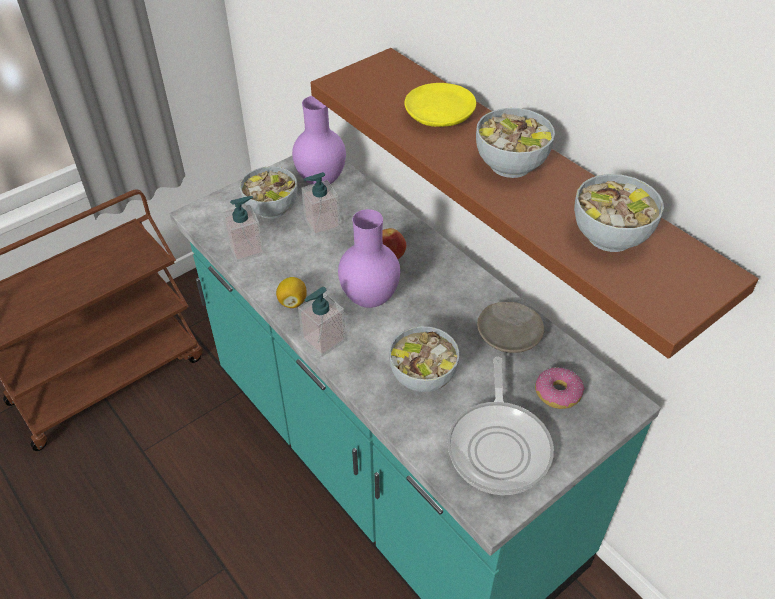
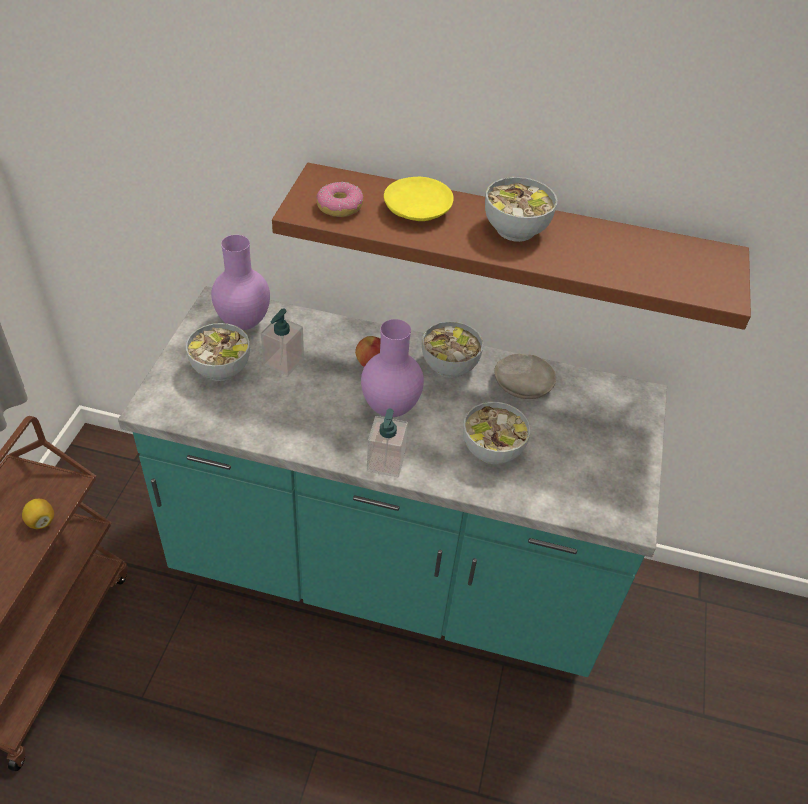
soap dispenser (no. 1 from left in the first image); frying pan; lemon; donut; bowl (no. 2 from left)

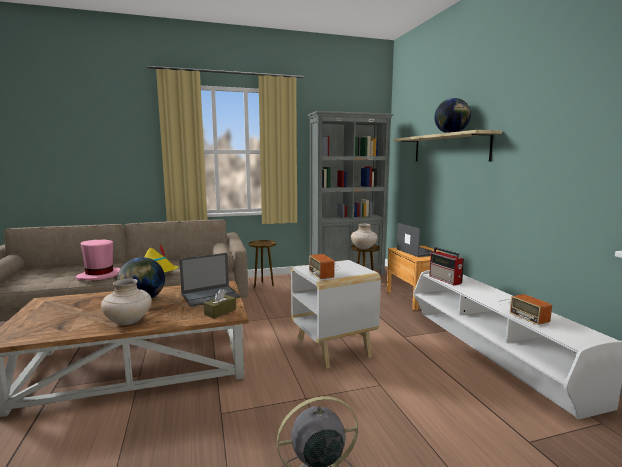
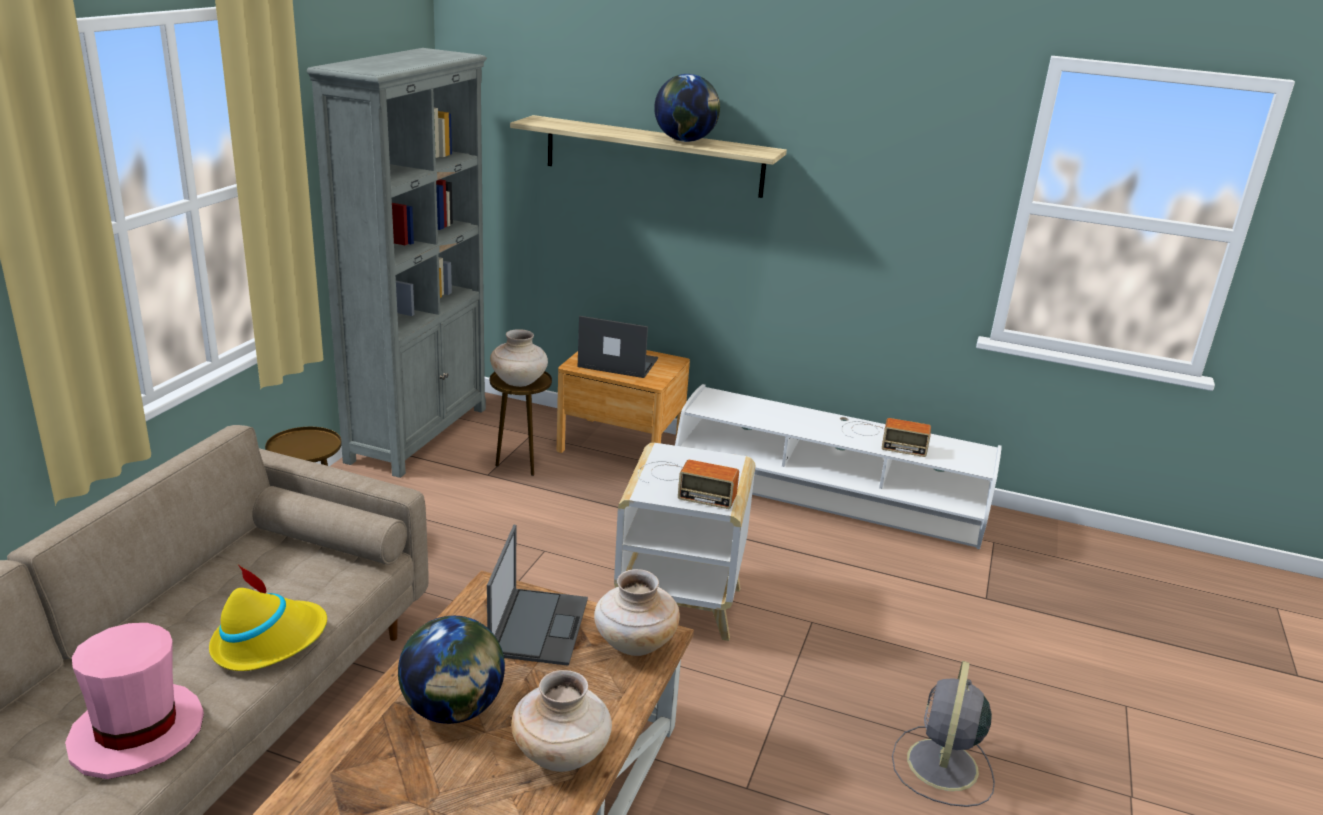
radio (no. 2 from left in the first image); beige vase (no. 3 from left)

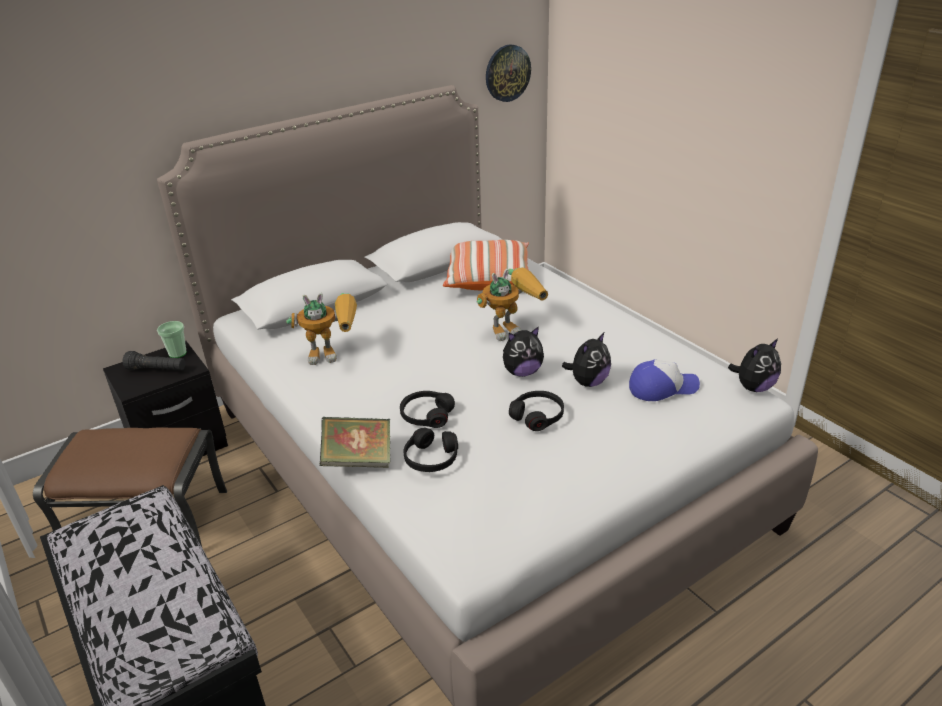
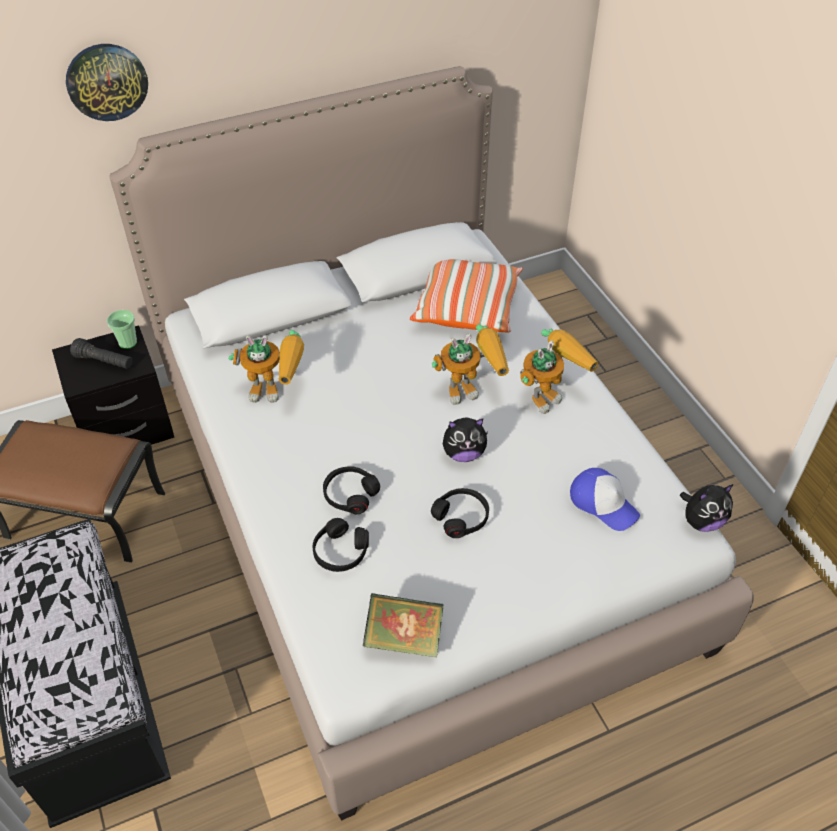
plush toy (no. 2 from left in the first image); toy robot (no. 3 from left); book; wall clock; cap

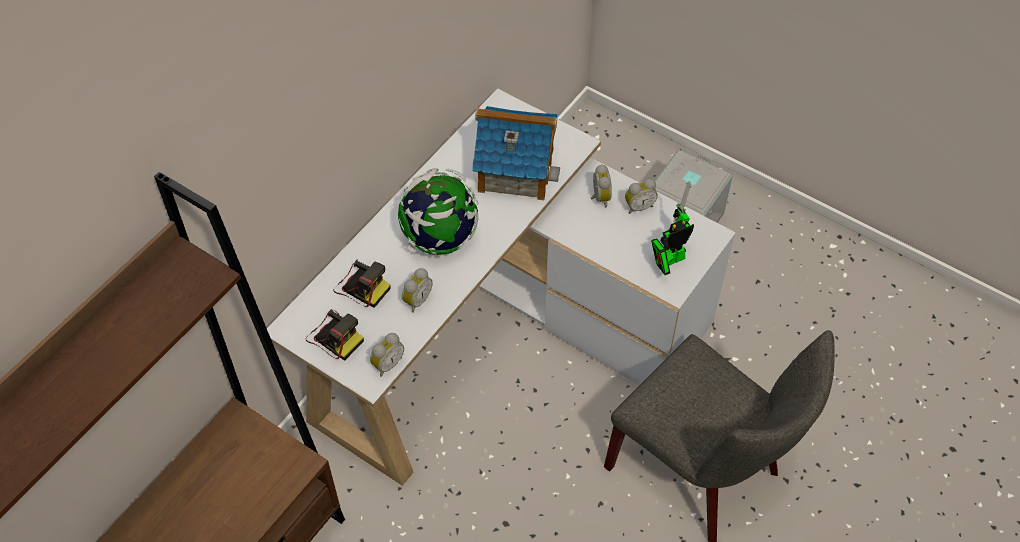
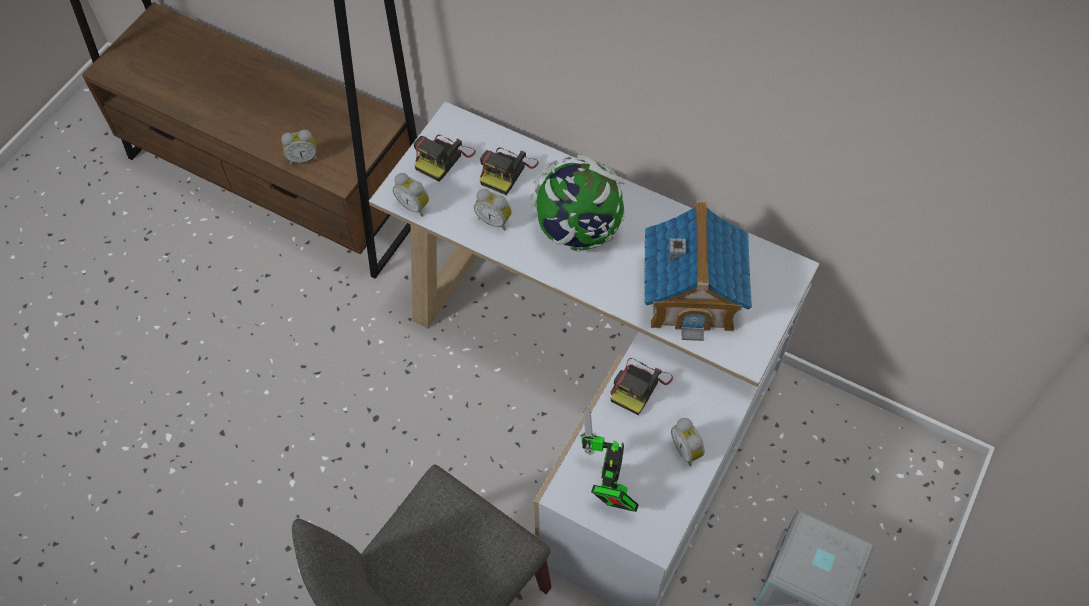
photo camera (no. 3 from left); alarm clock (no. 1 from left); toy robot

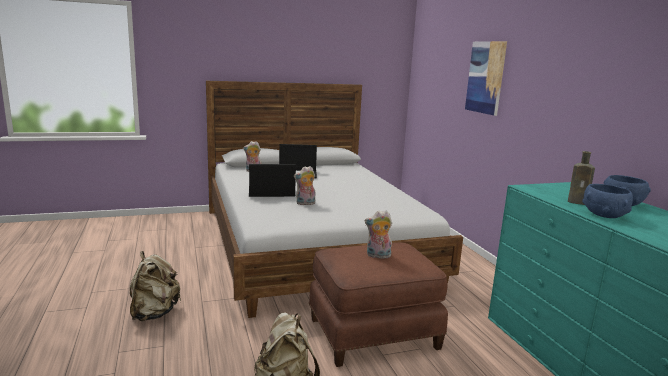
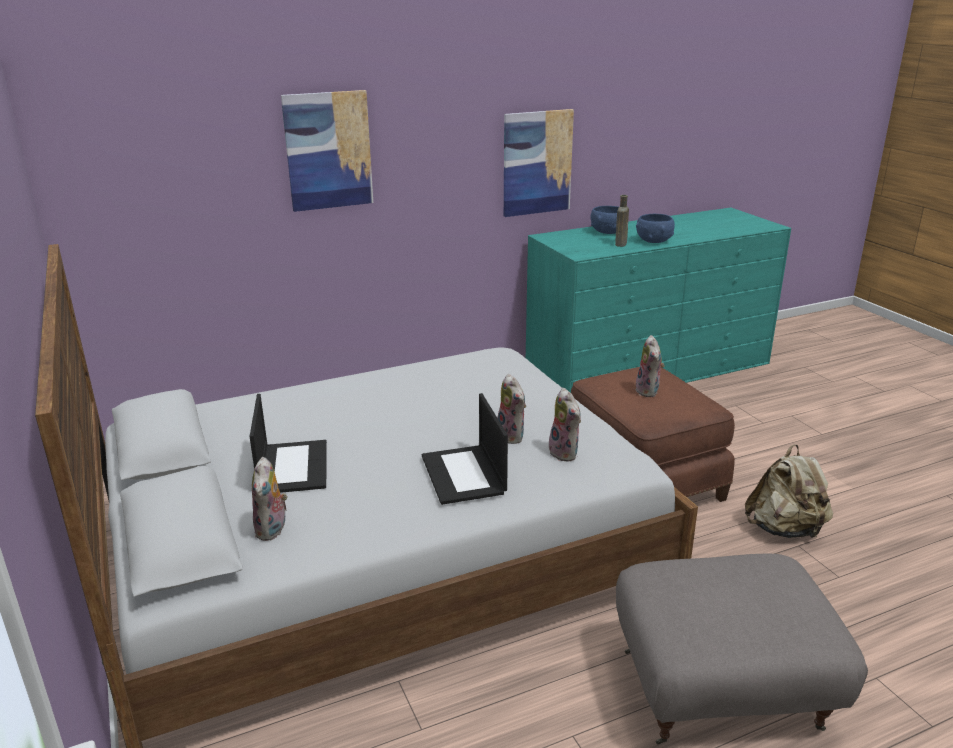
picture (no. 2 from left); plush toy (no. 3 from left); grey ottoman

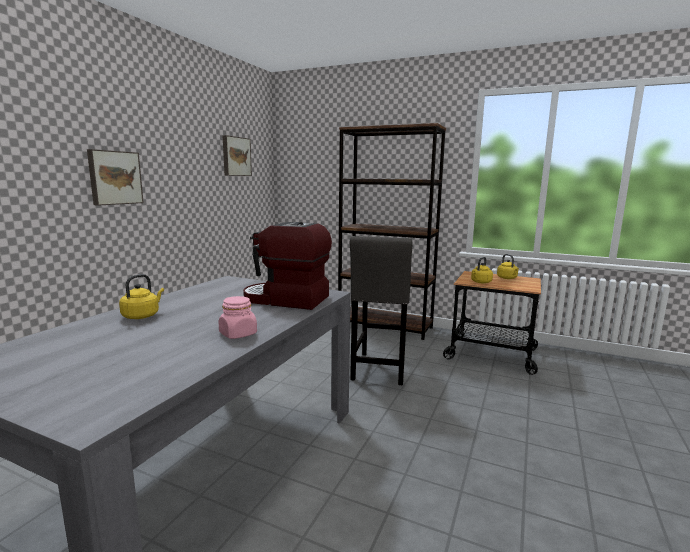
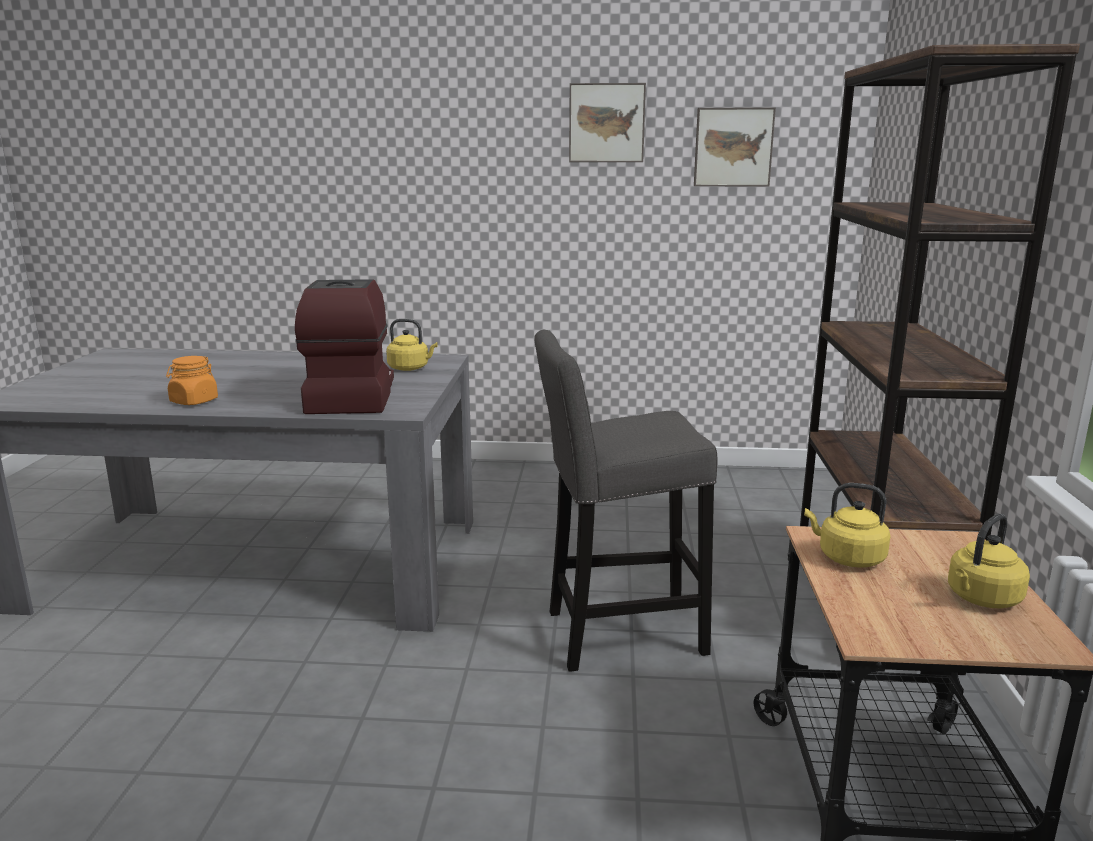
picture (no. 1 from left); yellow kettle (no. 1 from left); orange jar

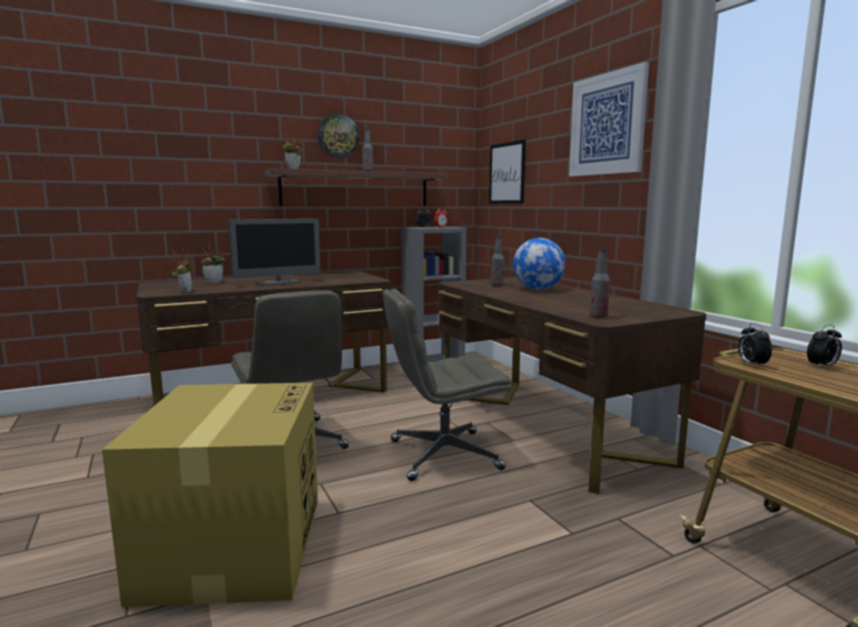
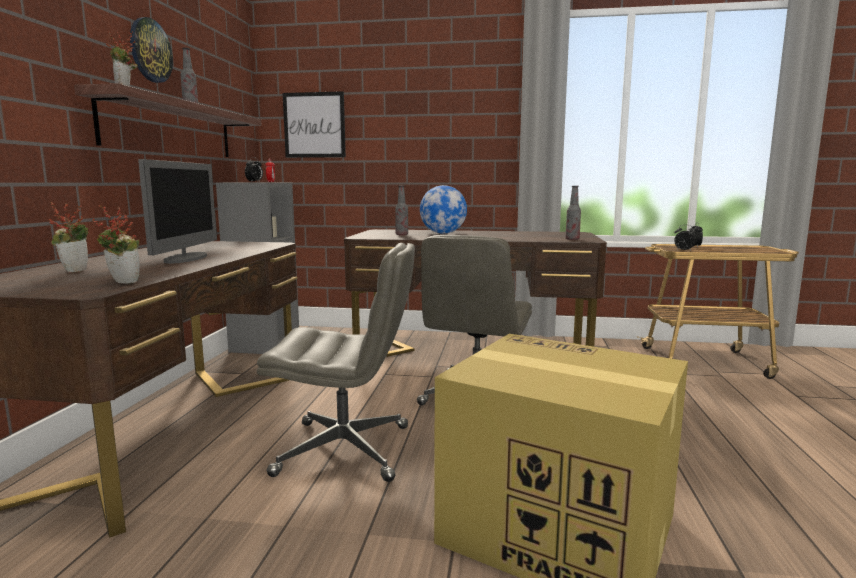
picture (no. 2 from left in the first image)

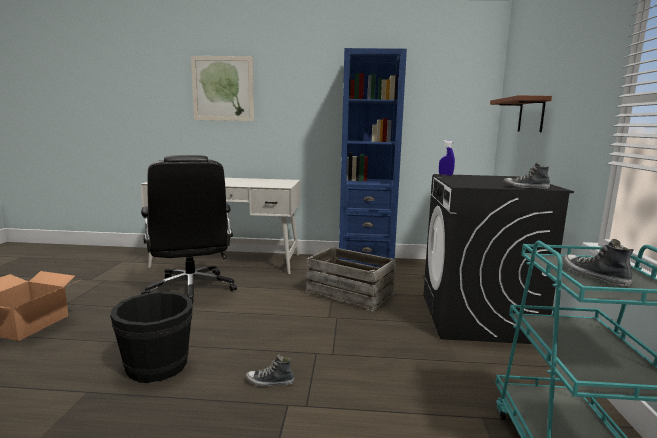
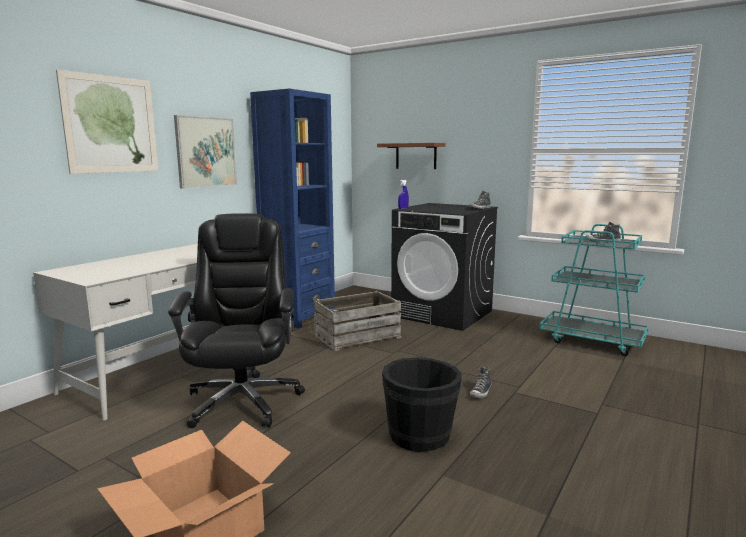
picture (no. 2 from left); black office chair

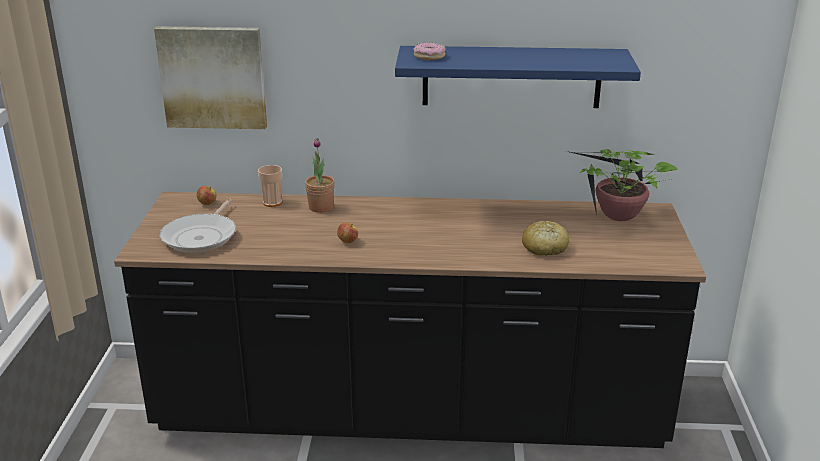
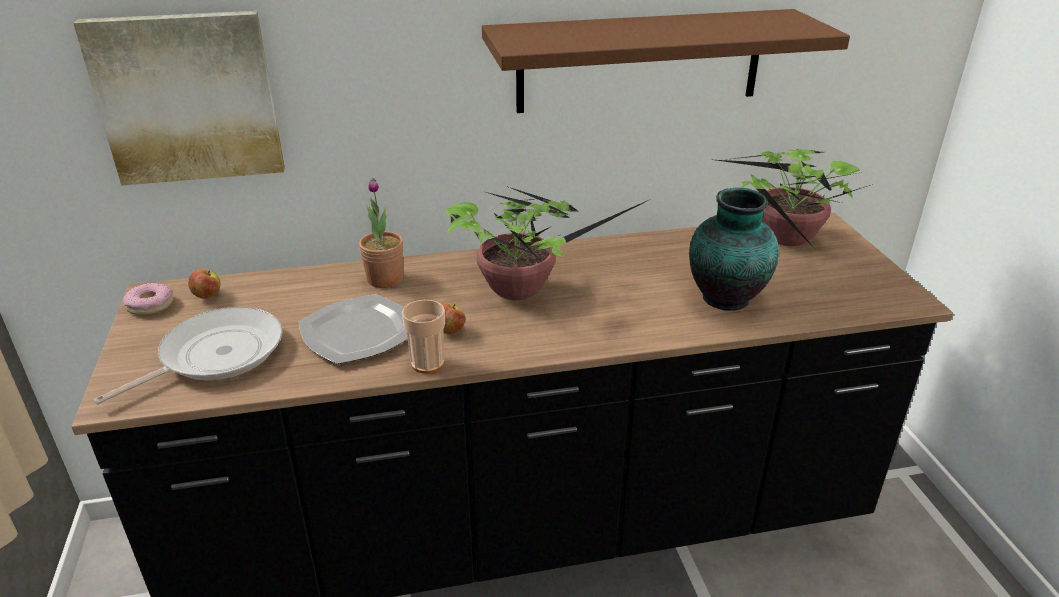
plate; potted plant (no. 2 from left); cup; donut; vase; brown shelf; frying pan

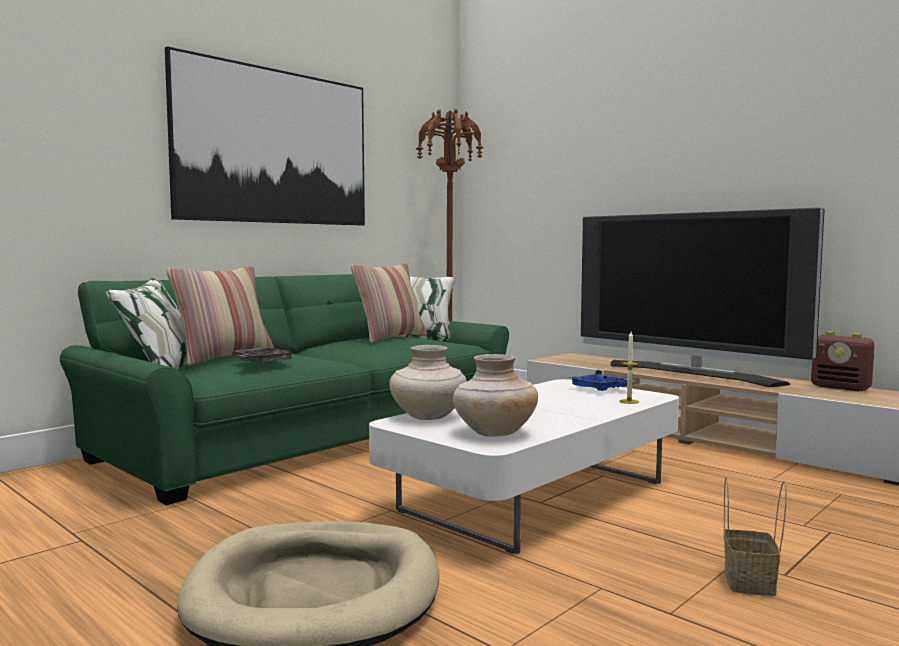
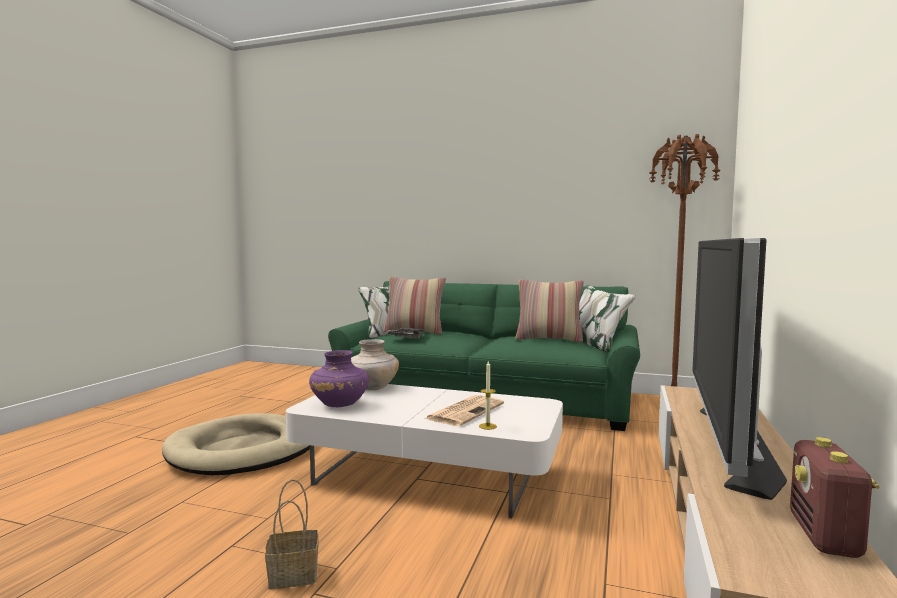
picture; blue tray; newspaper; purple vase

